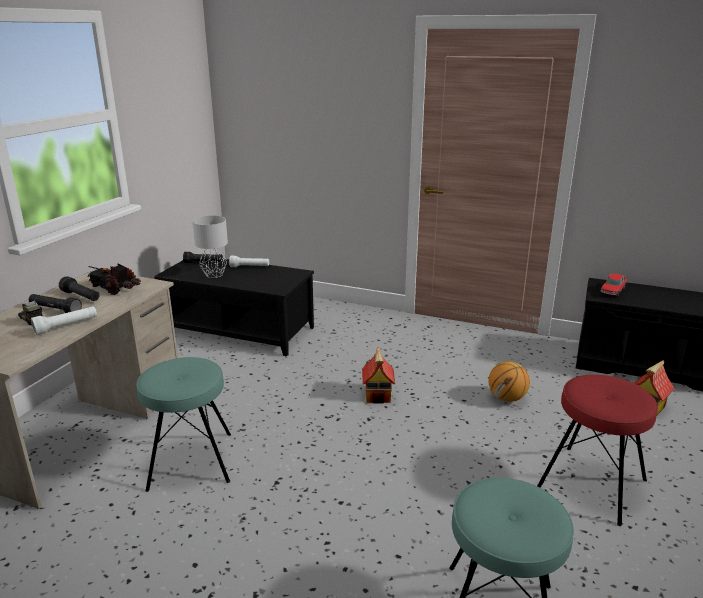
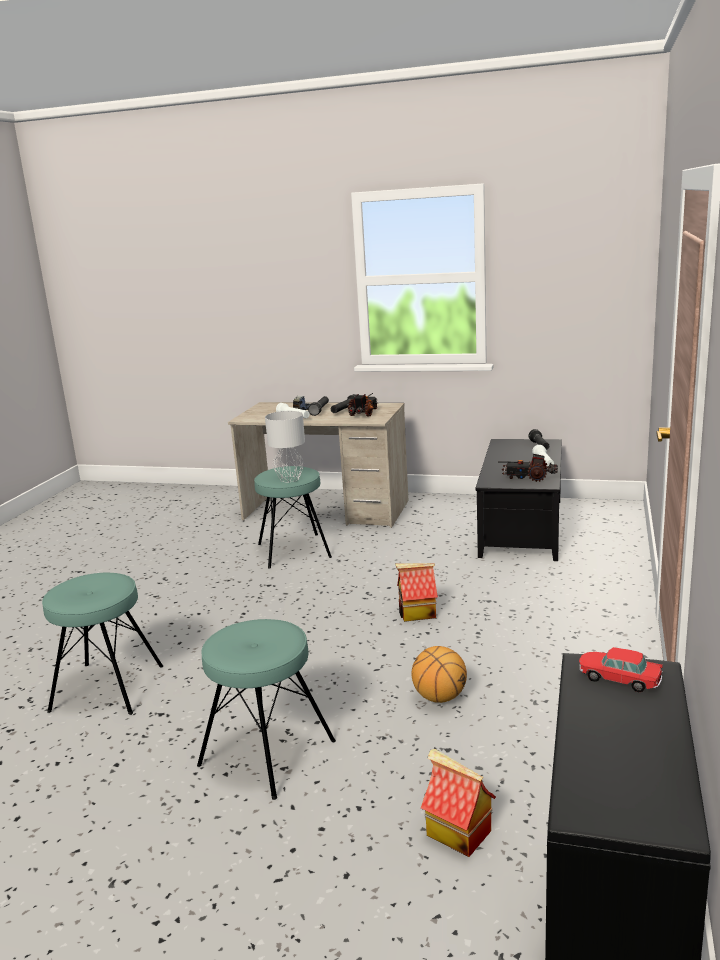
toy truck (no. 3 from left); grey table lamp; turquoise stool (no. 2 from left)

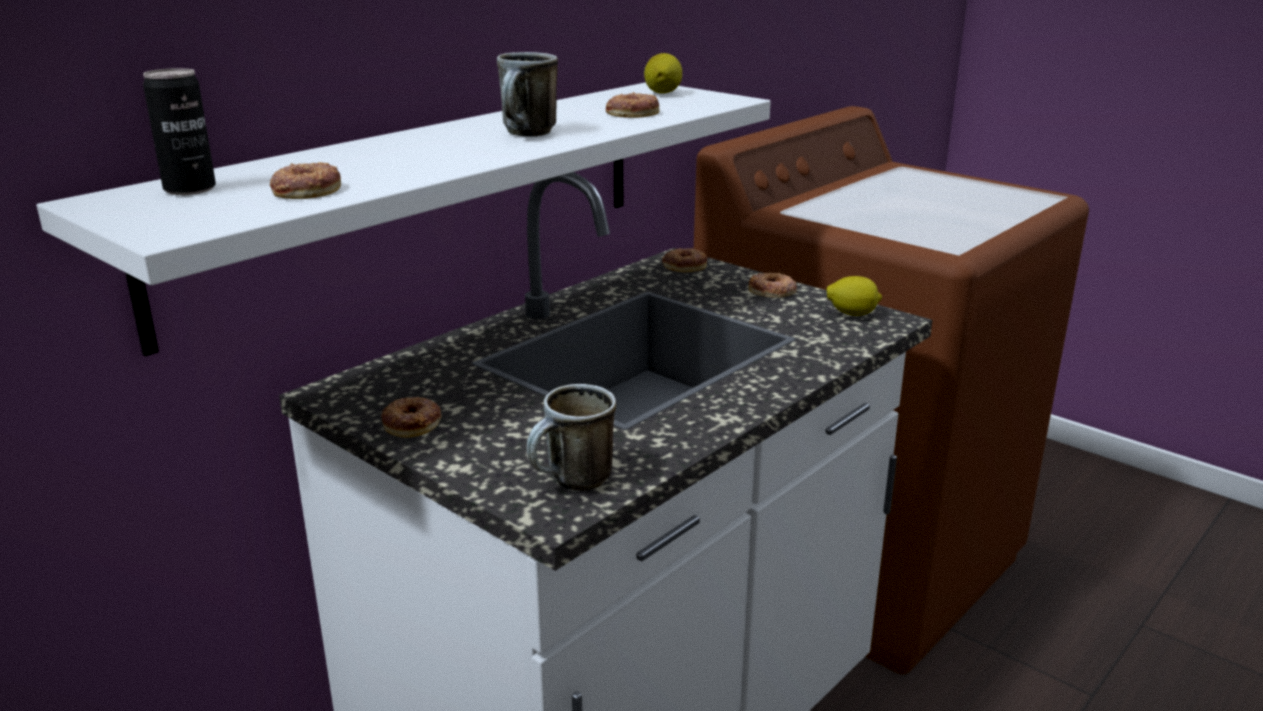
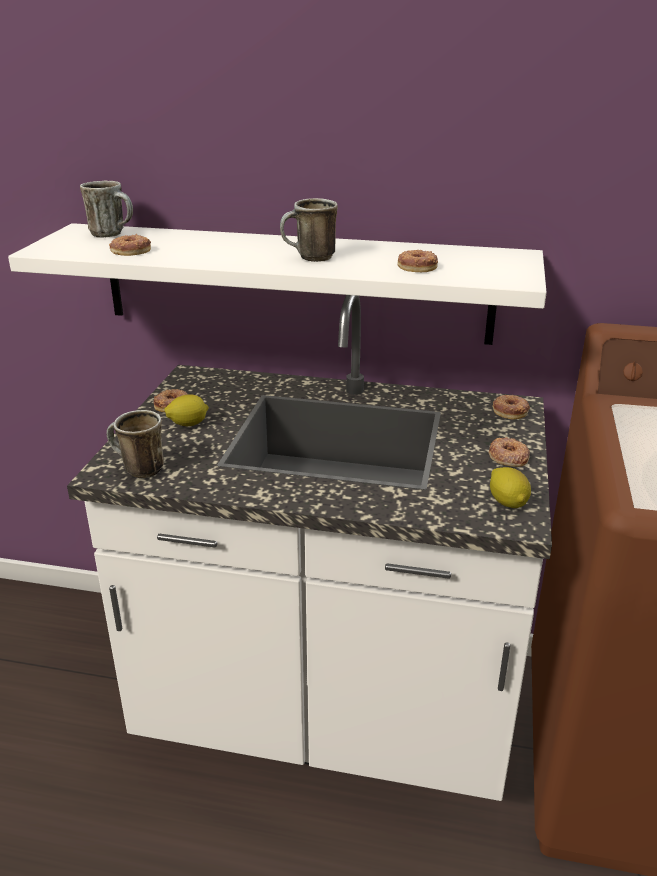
lemon (no. 1 from left); mug (no. 1 from left)

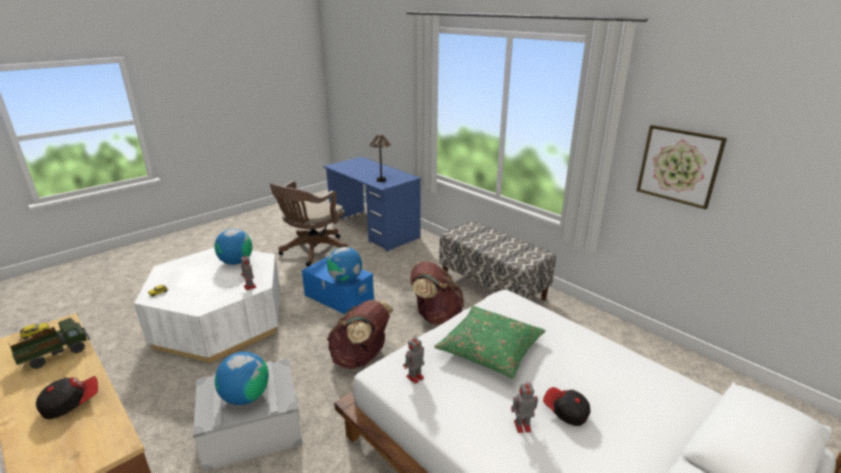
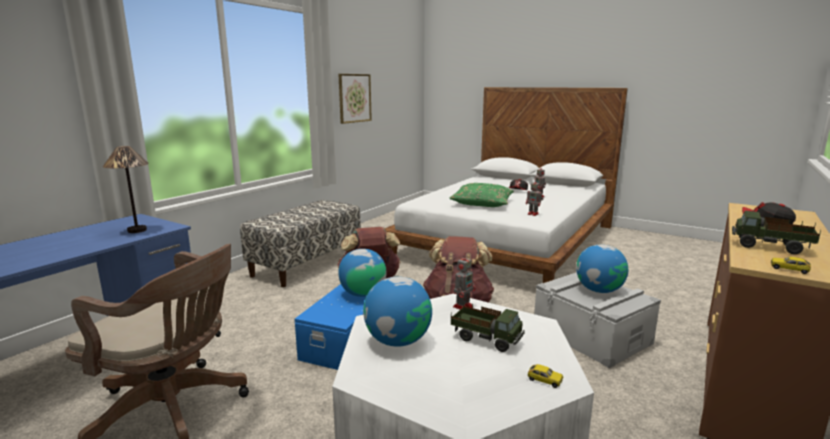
toy truck (no. 1 from left)

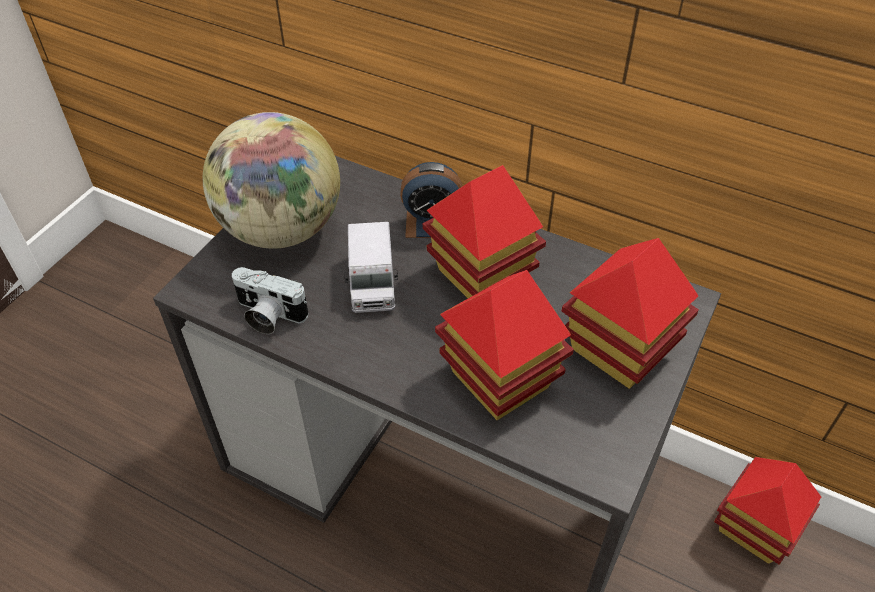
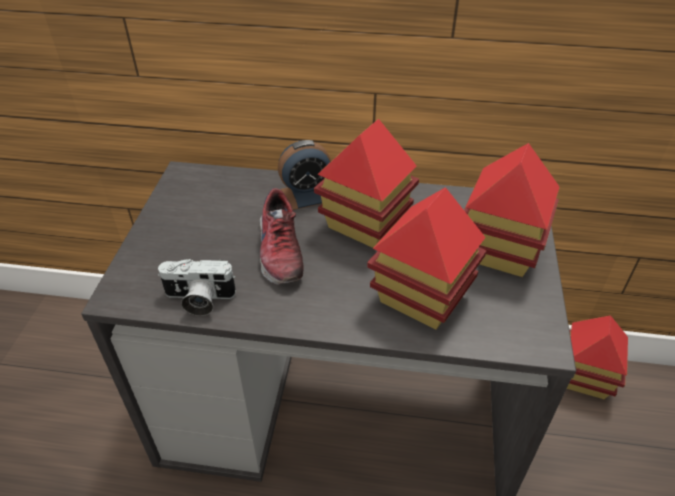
globe; shoe

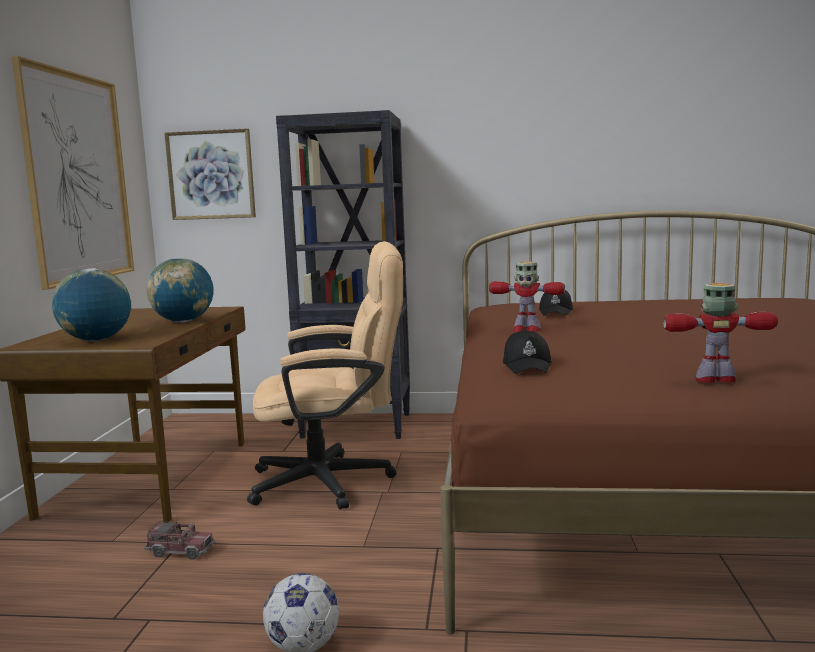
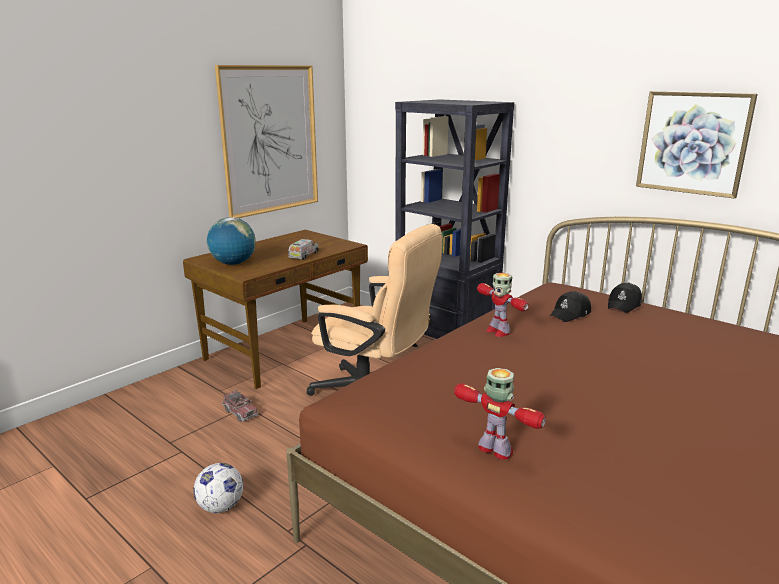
picture (no. 2 from left); black cap (no. 2 from left); toy truck (no. 2 from left)

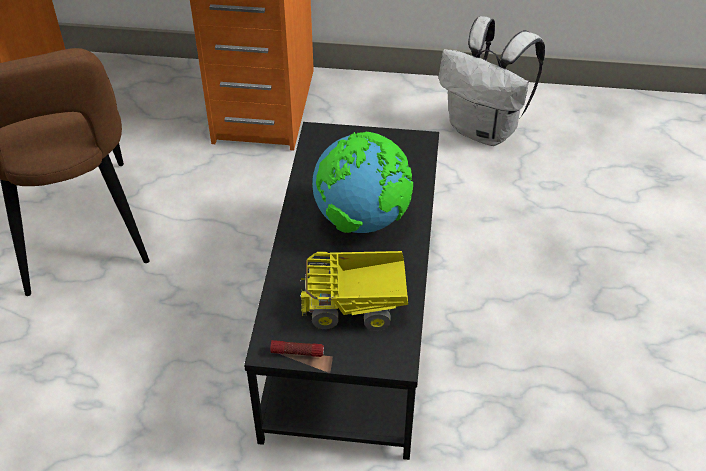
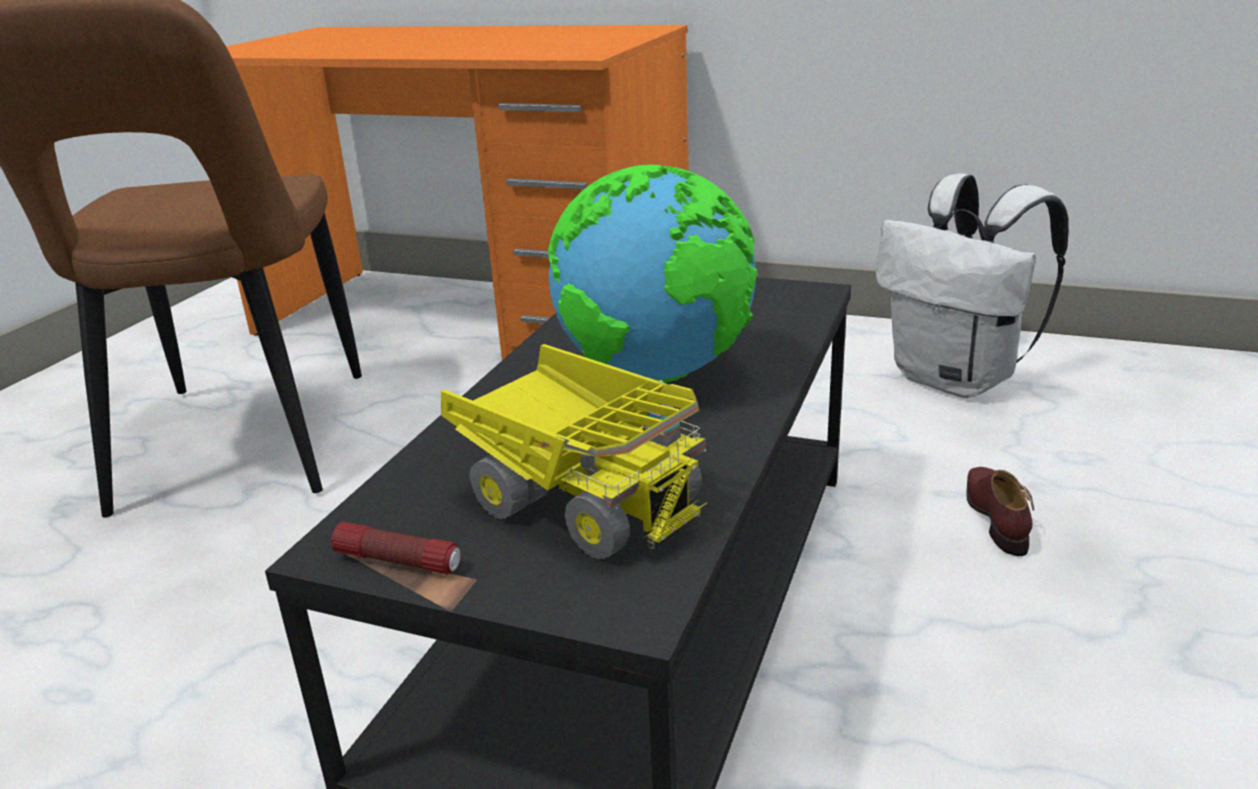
brown shoe; toy truck

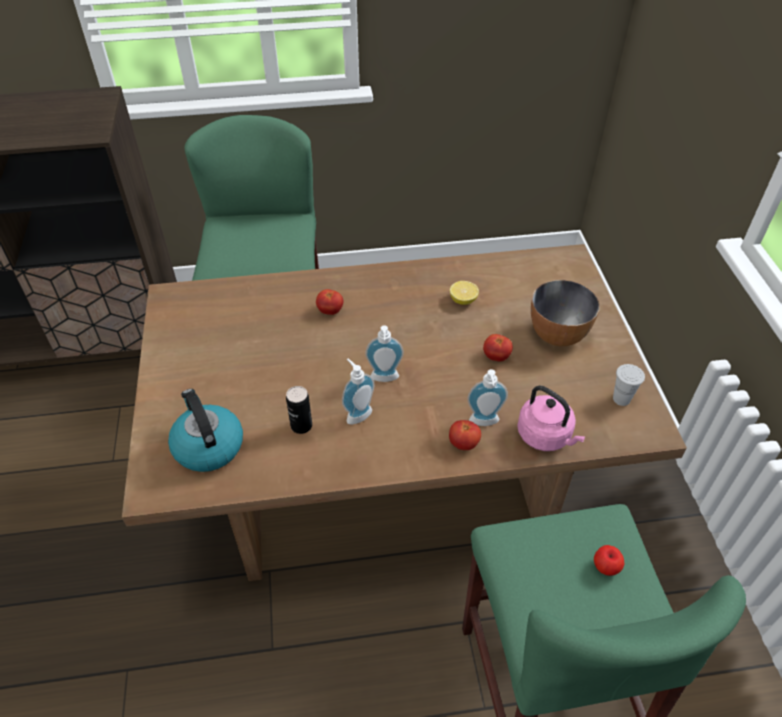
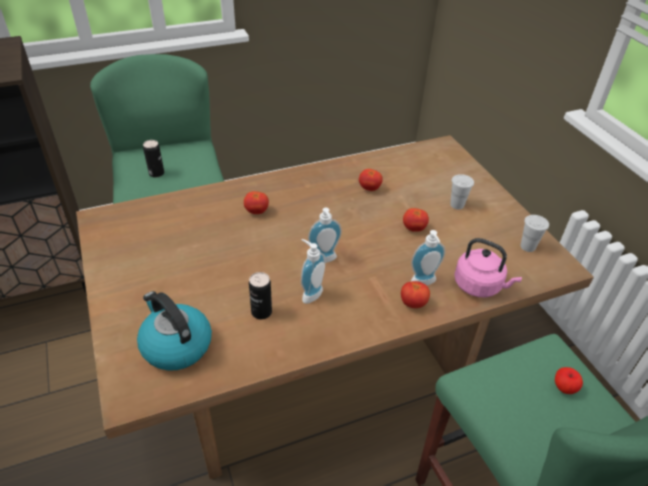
can (no. 1 from left); tomato (no. 2 from left); white cup (no. 1 from left)

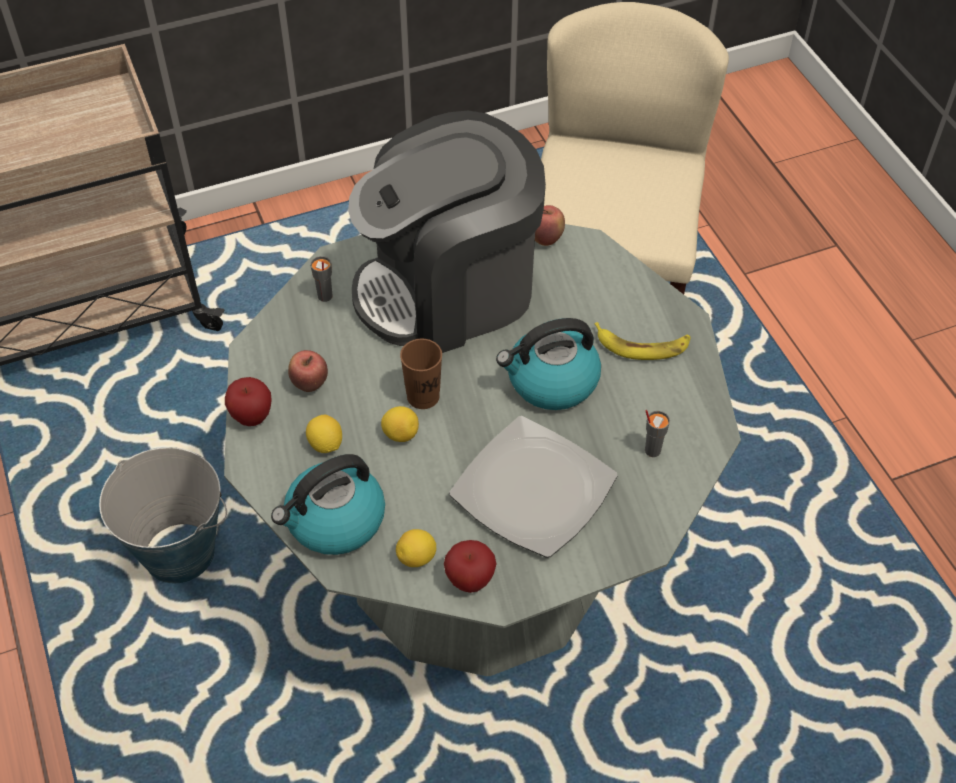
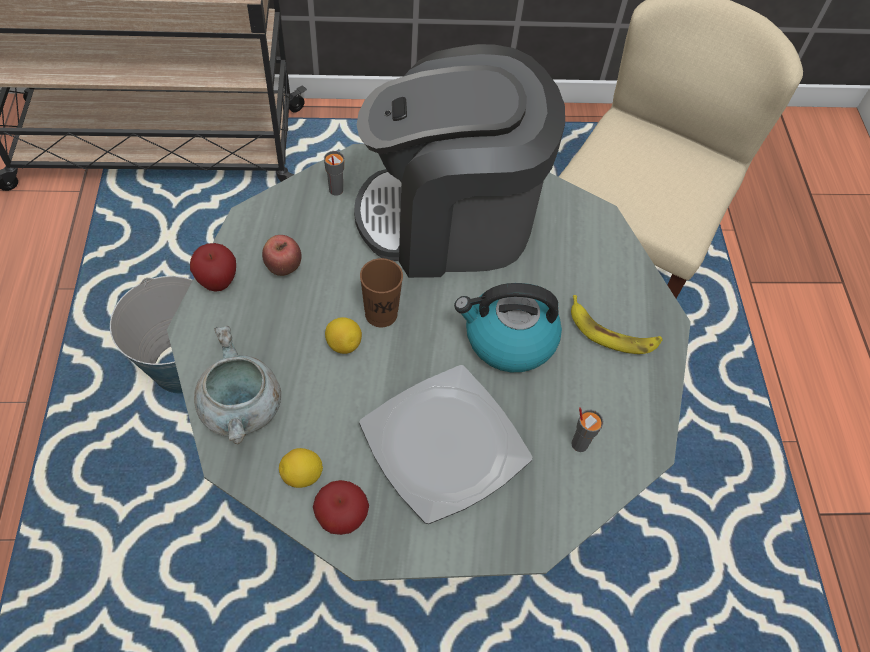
lemon (no. 1 from left in the first image); apple (no. 4 from left in the first image); grey cooking pot

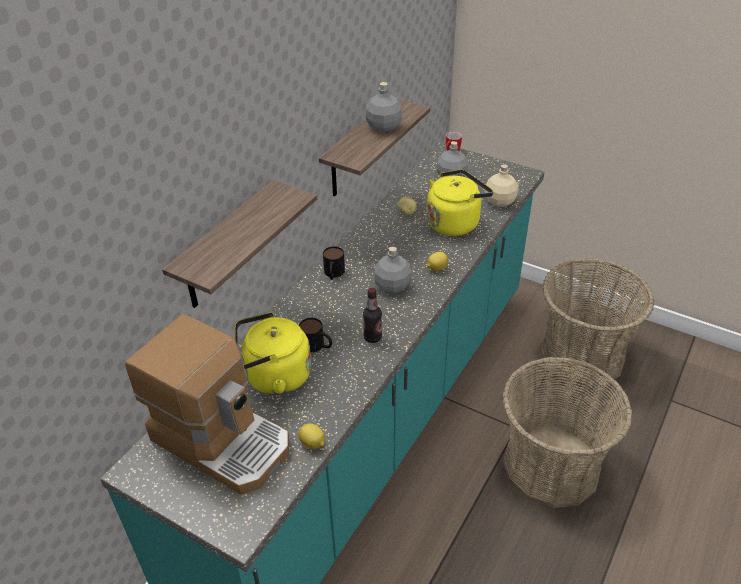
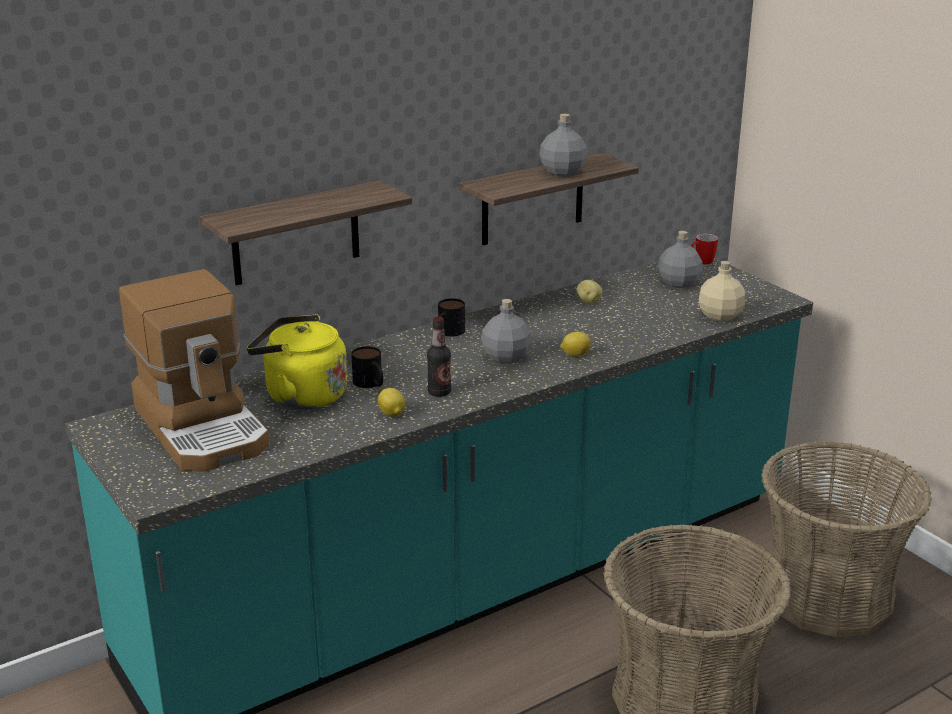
yellow kettle (no. 2 from left in the first image); lemon (no. 1 from left)

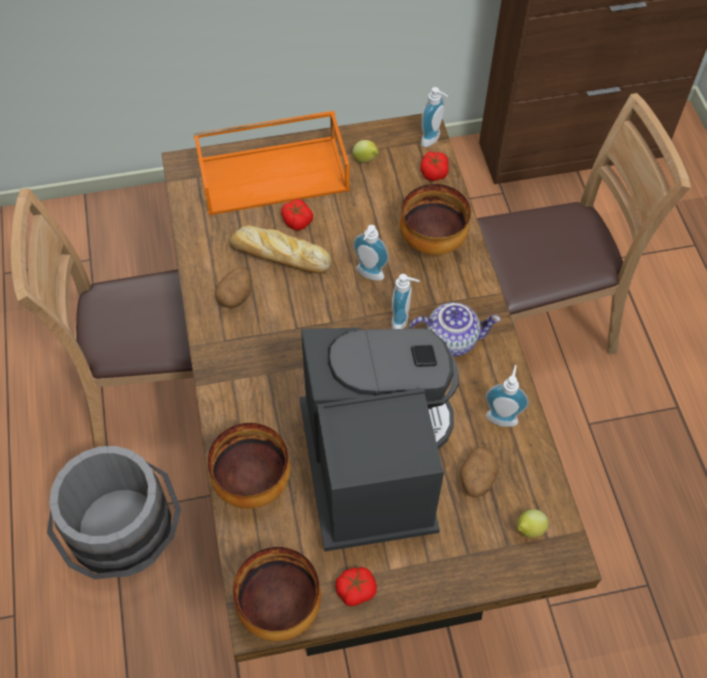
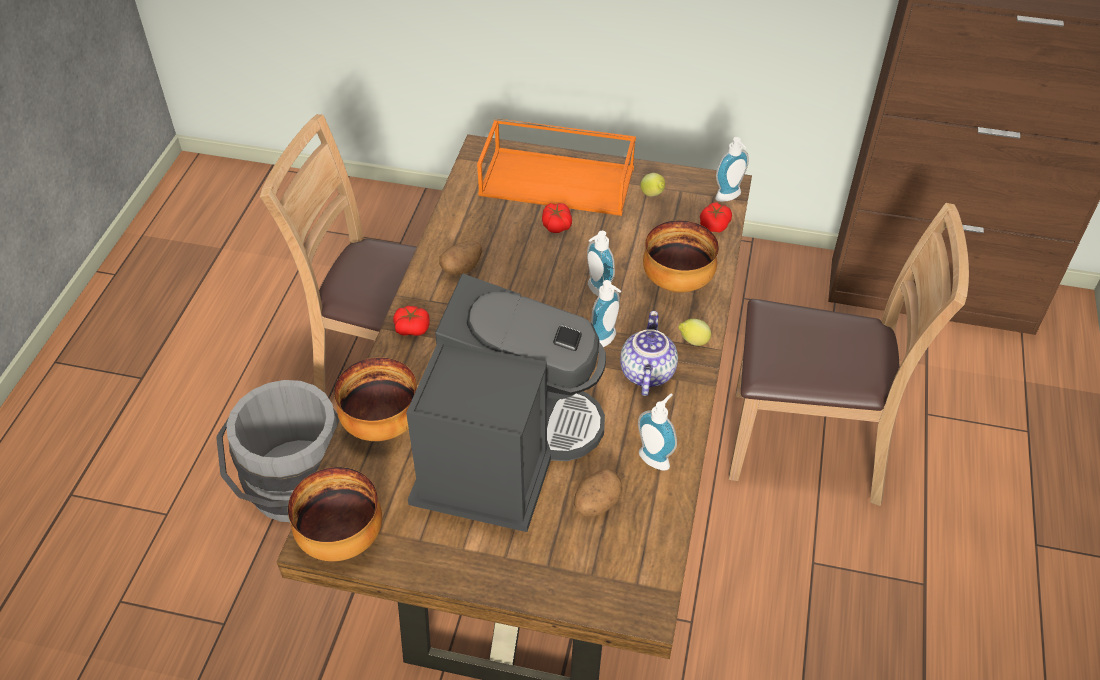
bread; tomato (no. 1 from left); lemon (no. 2 from left); teapot

